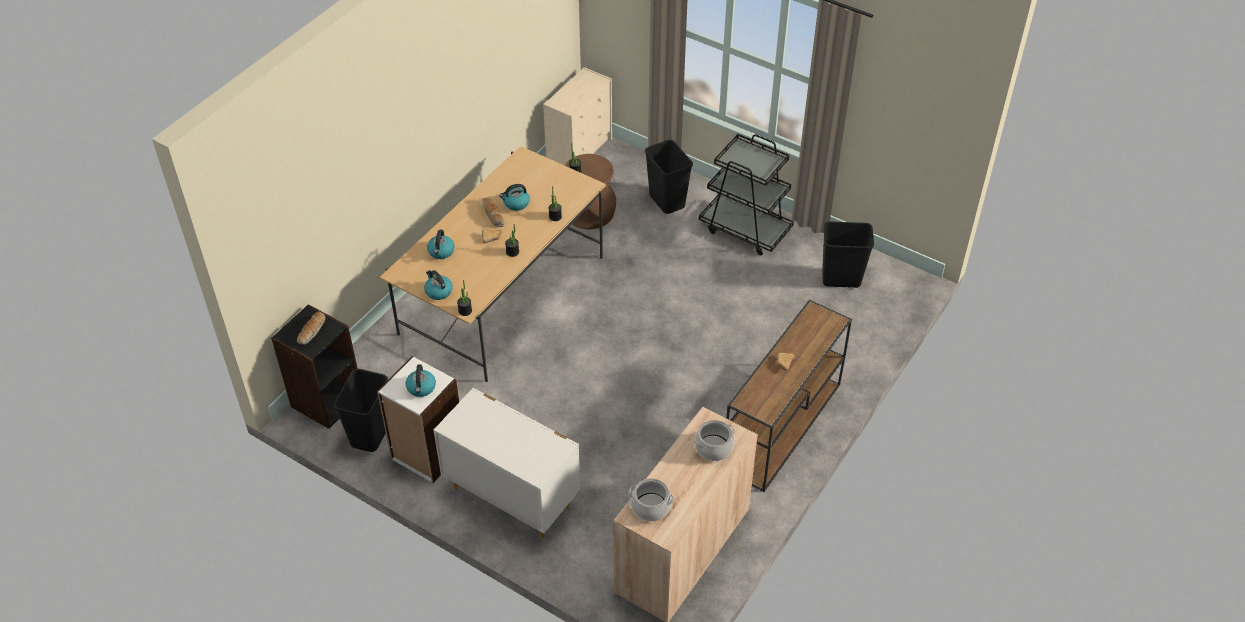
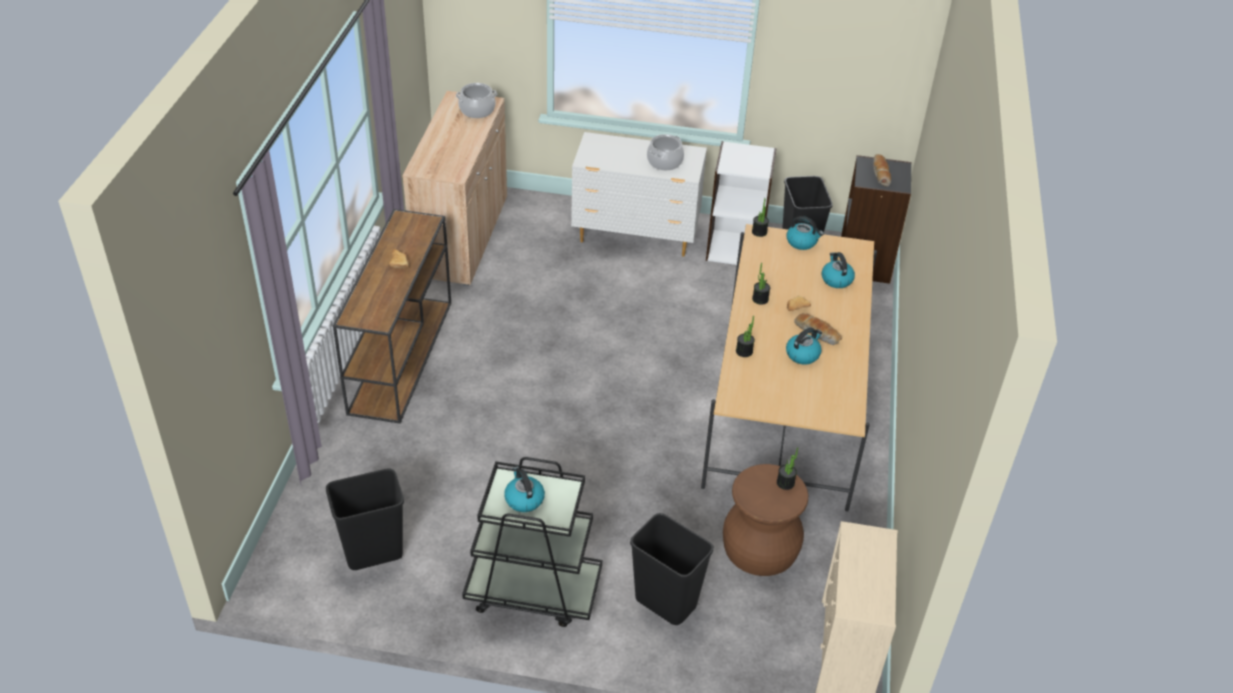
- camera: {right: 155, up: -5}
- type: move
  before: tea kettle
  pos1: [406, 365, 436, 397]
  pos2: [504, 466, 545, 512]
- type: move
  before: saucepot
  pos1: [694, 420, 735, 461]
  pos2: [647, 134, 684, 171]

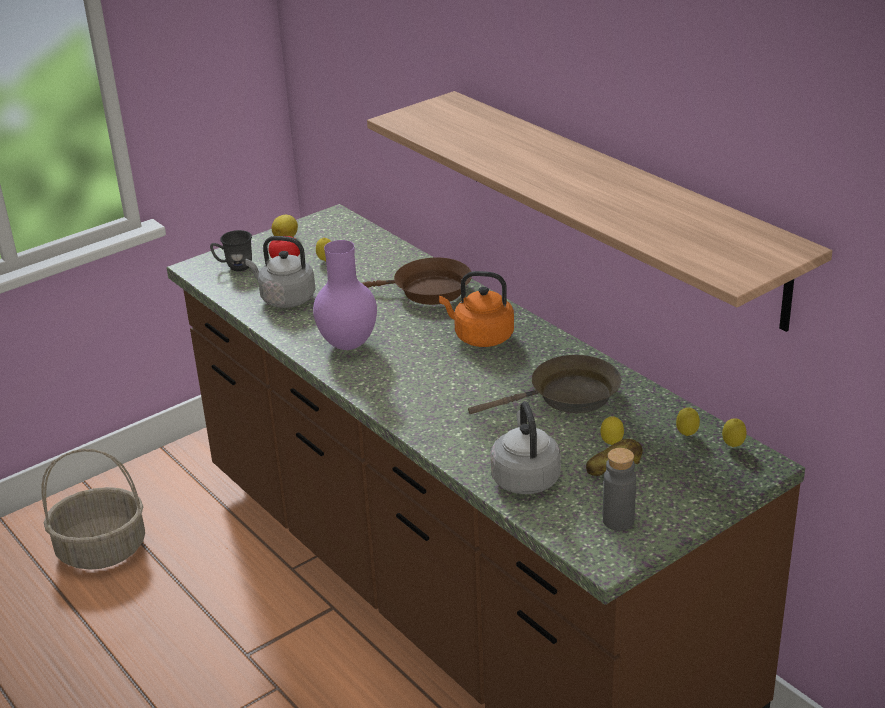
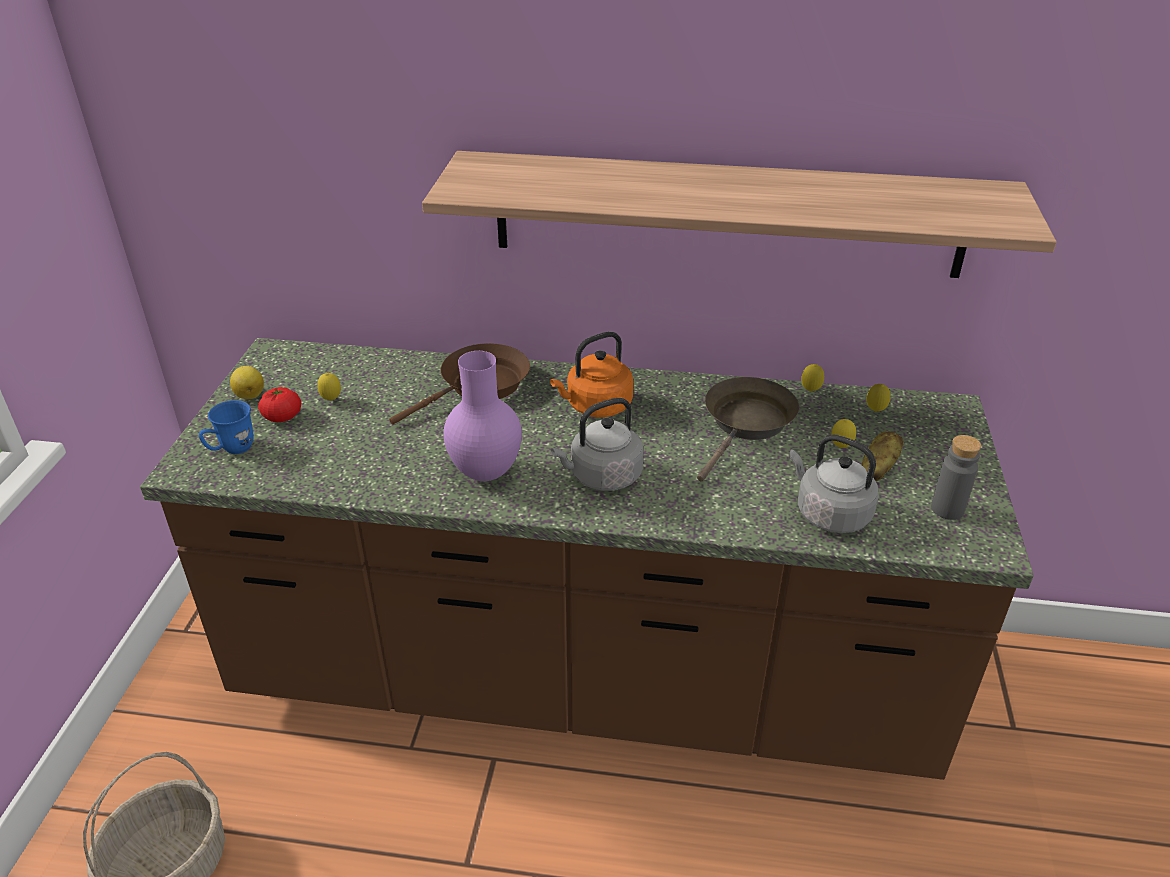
- camera: {right: -45, up: 5}
- type: recolor
  before: coffee mug in gray
  after: coffee mug in bluish
  pos1: [210, 230, 252, 271]
  pos2: [199, 400, 254, 454]
- type: move
  before: tea kettle in gray
  pos1: [245, 236, 316, 308]
  pos2: [551, 398, 644, 491]
- type: move
  before: lemon
  pos1: [722, 418, 746, 447]
  pos2: [801, 364, 824, 392]

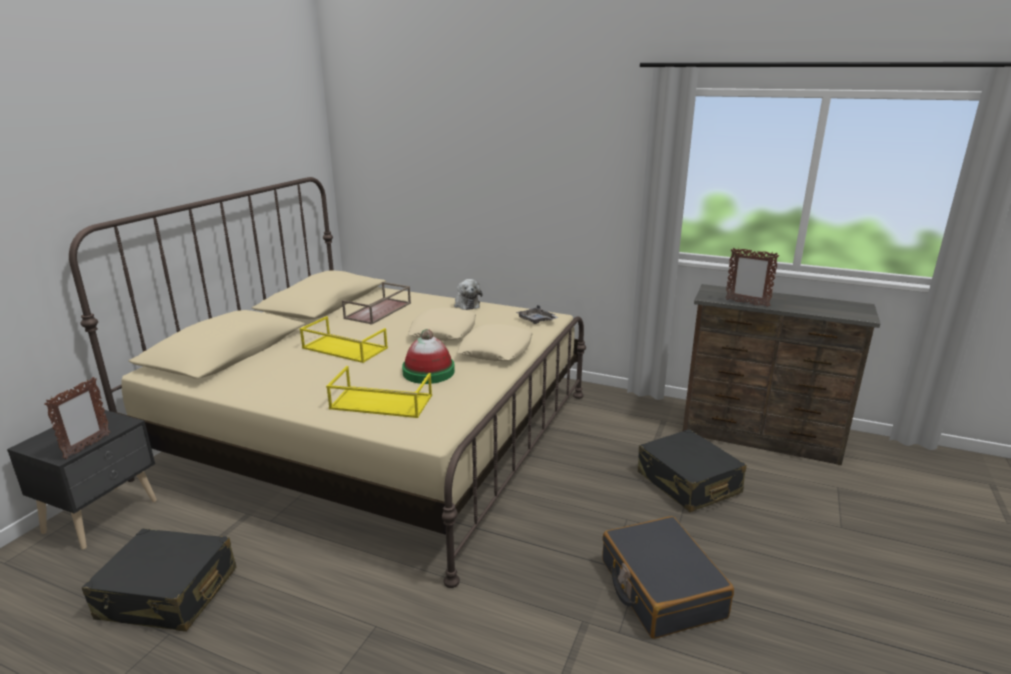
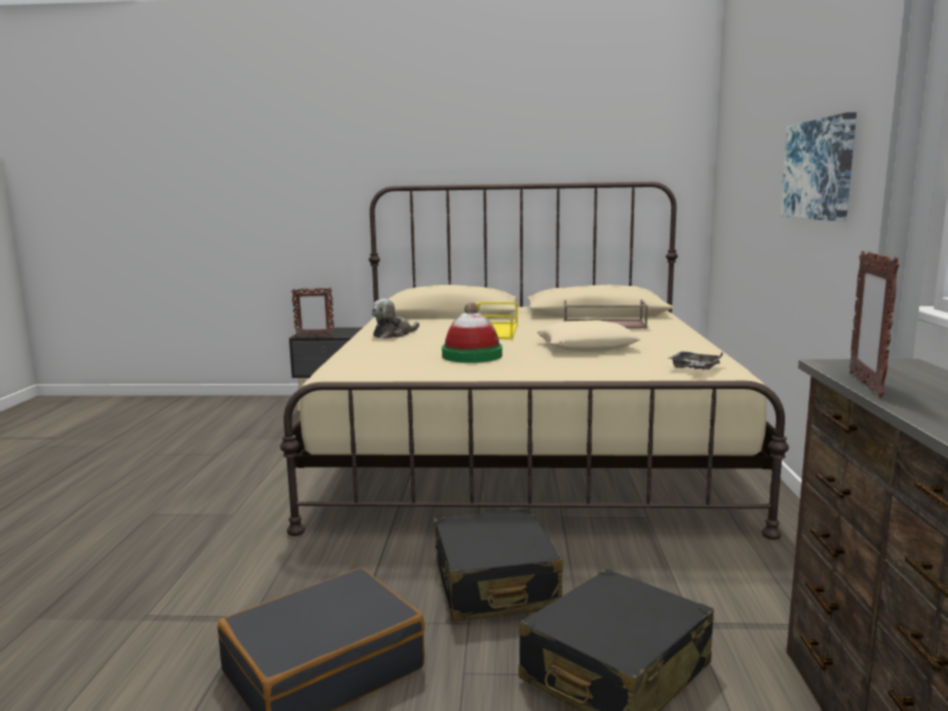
- camera: {right: 70, up: -10}
- type: move
  before: suitcase in blackish
  pos1: [81, 529, 236, 632]
  pos2: [434, 508, 563, 622]
- type: delete
  before: carrying tray in yellowish
  pos1: [326, 366, 432, 418]
- type: move
  before: soft toy
  pos1: [454, 279, 483, 310]
  pos2: [371, 299, 420, 339]
- type: delete
  before: pillow in beige
  pos1: [457, 324, 533, 361]
- type: insert
  after: picture
  pos2: [780, 112, 857, 221]

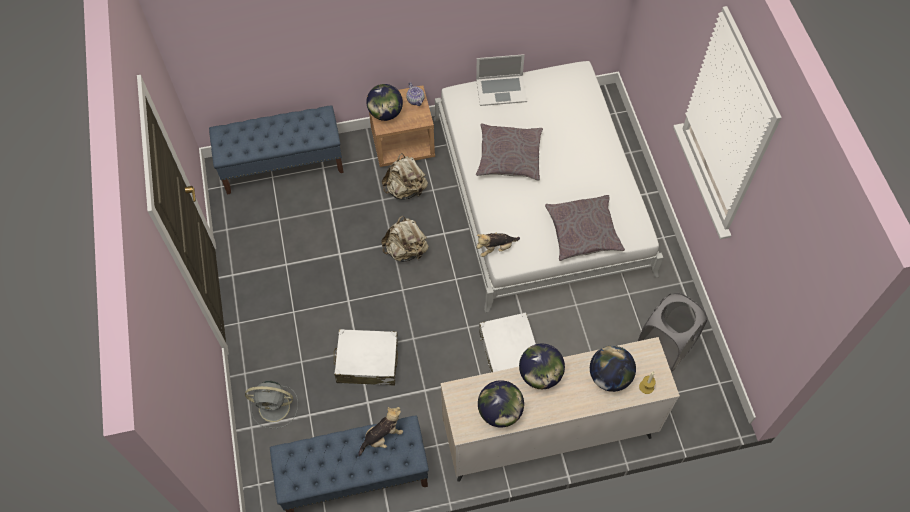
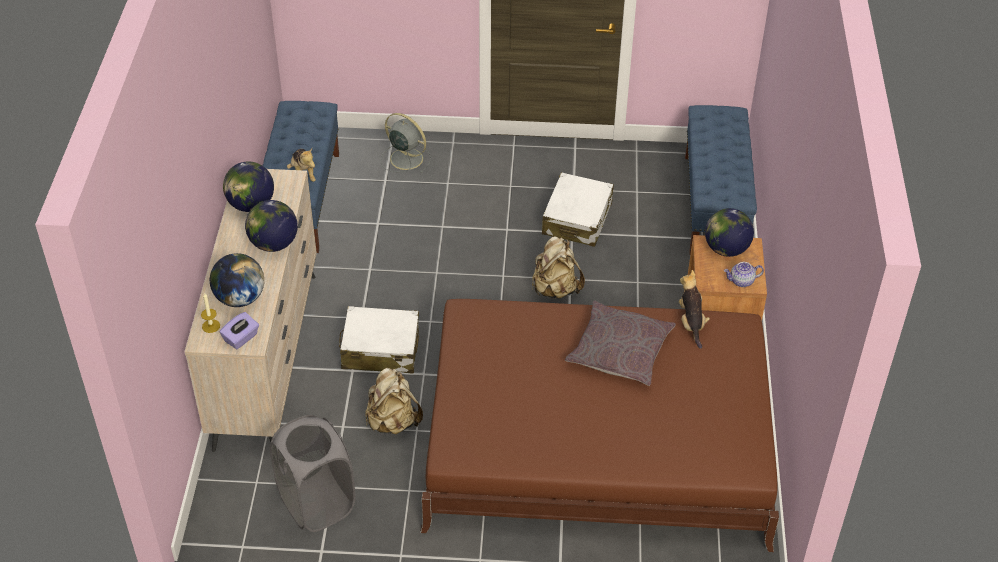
- camera: {right: 105, up: -15}
- type: rotate
  before: fan in gray
  pos1: [245, 381, 298, 429]
  pos2: [380, 113, 431, 173]
  turn: 105
- type: move
  before: suitcase in whitish
  pos1: [334, 329, 398, 385]
  pos2: [542, 172, 614, 247]
- type: move
  before: knapsack in beige
  pos1: [382, 153, 428, 200]
  pos2: [365, 368, 423, 434]
- type: recolor
  before: bedroom bed in whitish
  after: bedroom bed in brownish
  pos1: [434, 61, 663, 313]
  pos2: [420, 299, 779, 552]
- type: delete
  before: portable computer
  pos1: [476, 54, 527, 106]
- type: move
  before: soft toy
  pos1: [476, 233, 520, 257]
  pos2: [679, 270, 710, 349]
- type: delete
  before: pillow in gray
  pos1: [545, 195, 625, 261]
- type: insert
  after: tissue box in purplish
  pos2: [220, 312, 259, 349]

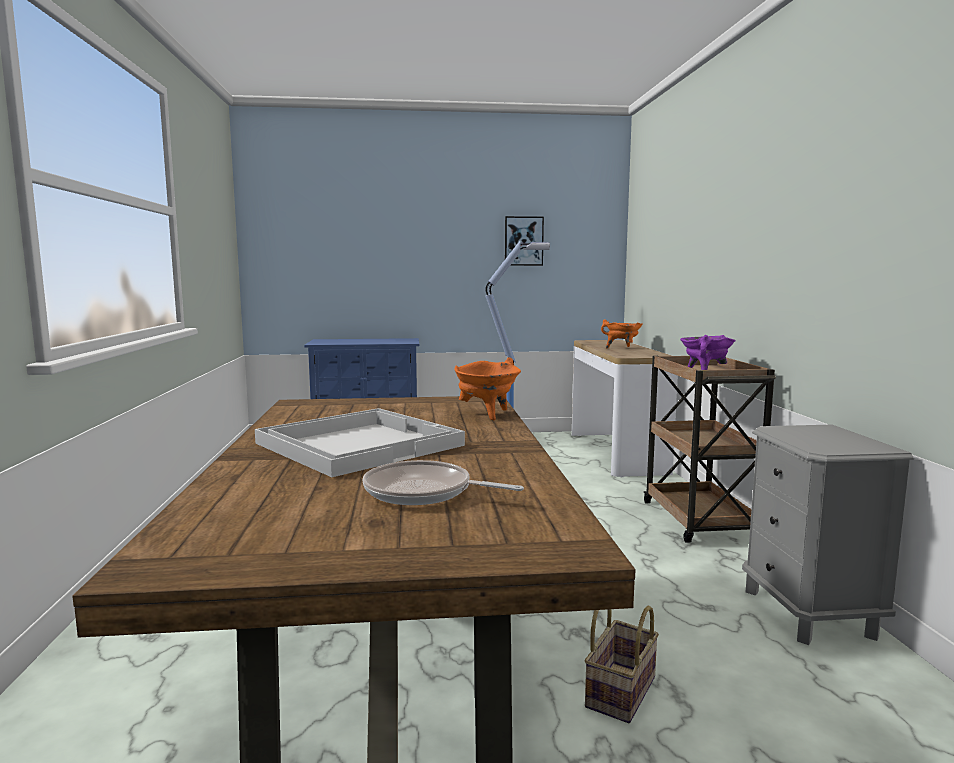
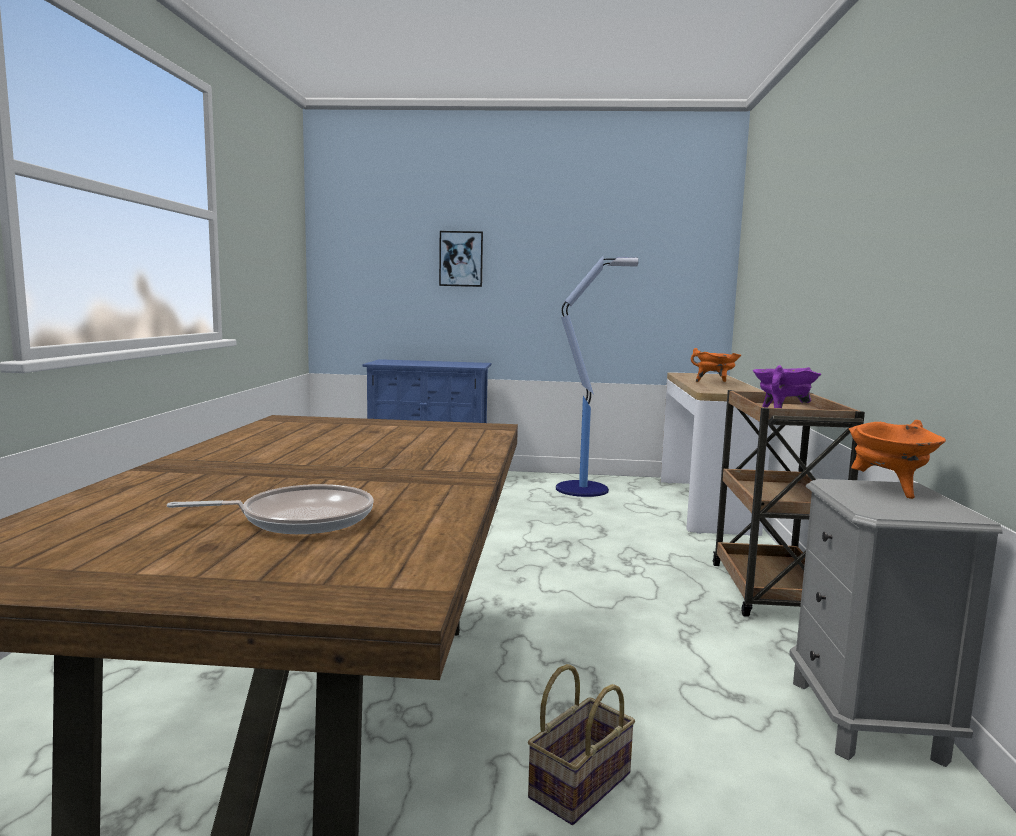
- camera: {right: 10, up: 0}
- type: delete
  before: carrying tray in whitish
  pos1: [255, 408, 465, 477]
- type: rotate
  before: skillet
  pos1: [363, 460, 524, 505]
  pos2: [167, 484, 374, 534]
  turn: 135
- type: move
  before: saucepot in orangey
  pos1: [454, 358, 521, 420]
  pos2: [848, 420, 946, 499]
- type: move
  before: picture
  pos1: [505, 216, 544, 266]
  pos2: [439, 231, 483, 287]

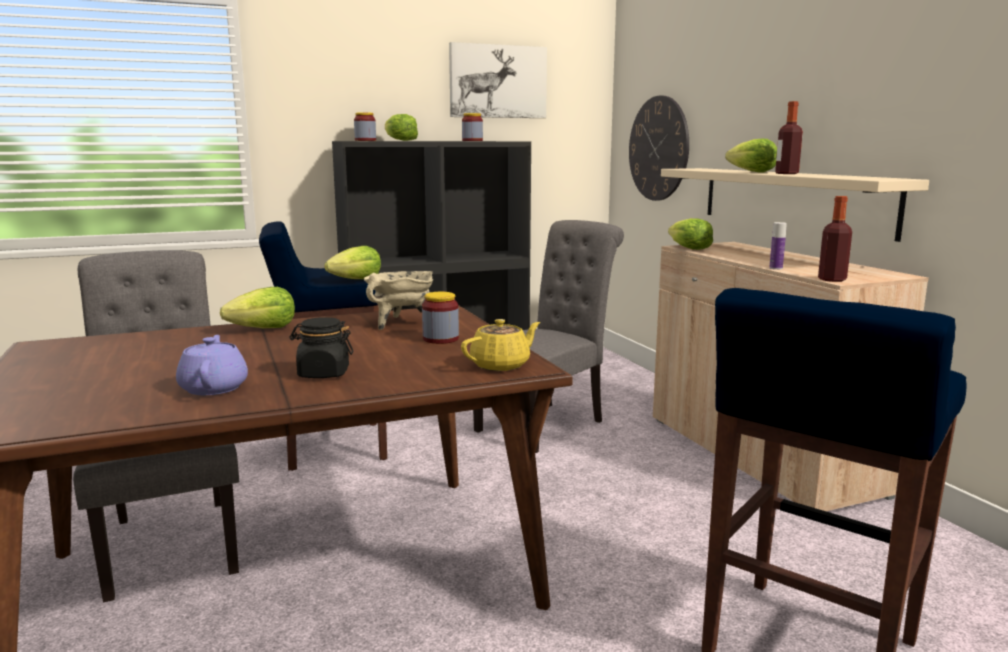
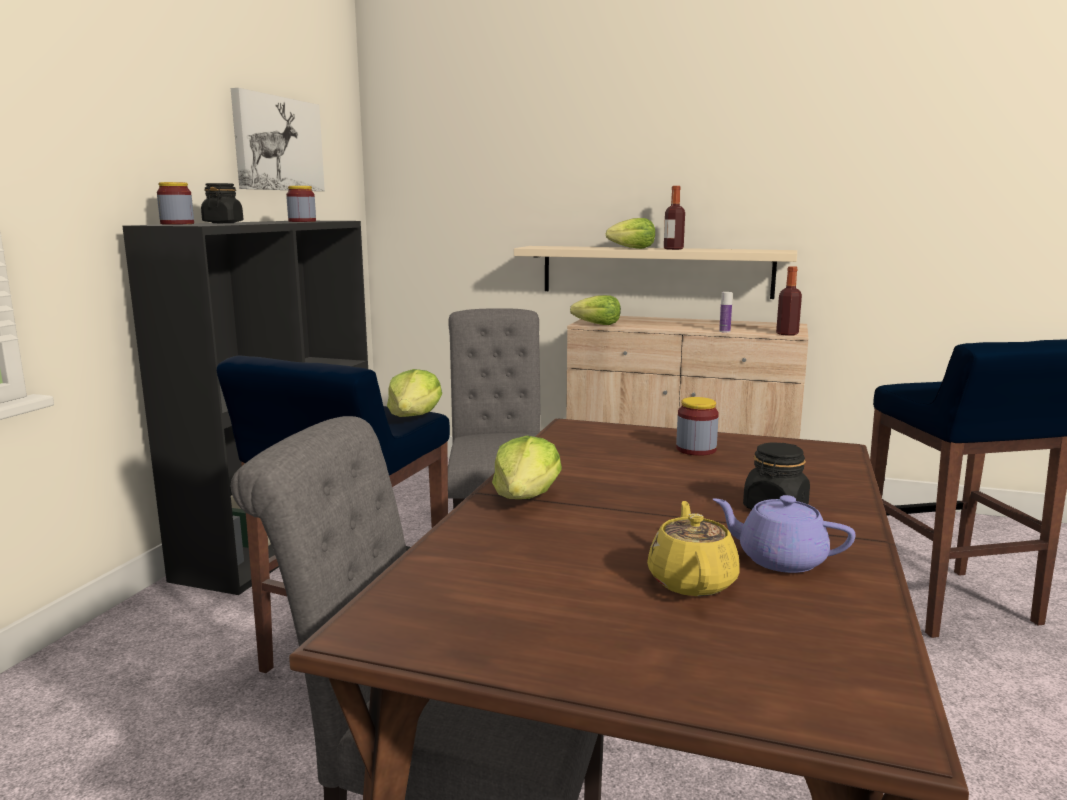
- camera: {right: -50, up: 0}
- type: delete
  before: saucepot in beige
  pos1: [364, 271, 434, 330]
- type: replace
  before: lettuce head
  after: storage jar in blackish
  pos1: [385, 114, 418, 141]
  pos2: [201, 183, 243, 223]
- type: move
  before: pot for tea in yellowish
  pos1: [461, 319, 540, 371]
  pos2: [647, 501, 740, 596]
- type: delete
  before: wall clock
  pos1: [629, 95, 689, 201]

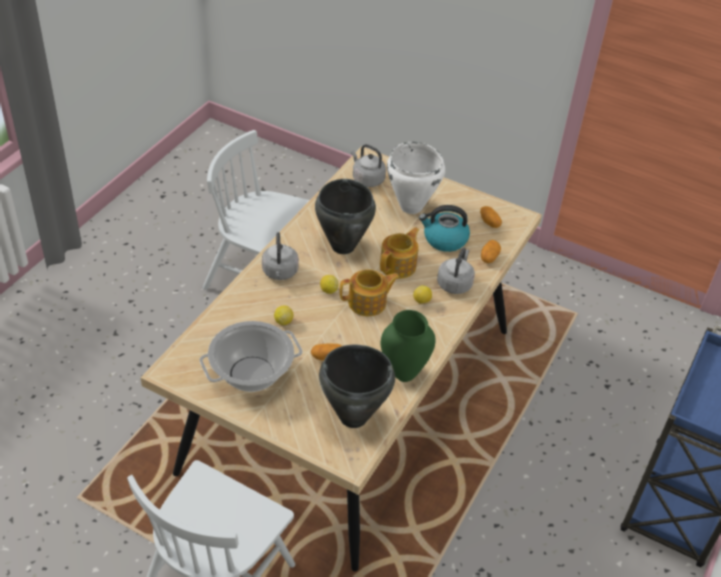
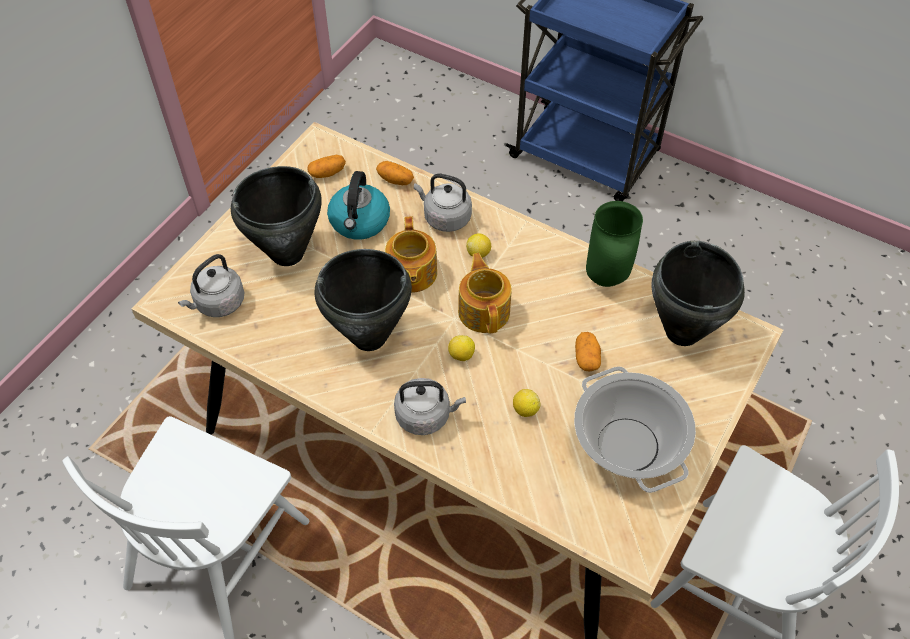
- camera: {right: -85, up: 10}
- type: rotate
  before: pot for tea
  pos1: [380, 227, 419, 279]
  pos2: [385, 216, 437, 293]
  turn: -135
- type: recolor
  before: saucepot in whitish
  after: saucepot in blackish
  pos1: [387, 142, 445, 214]
  pos2: [231, 166, 322, 266]

